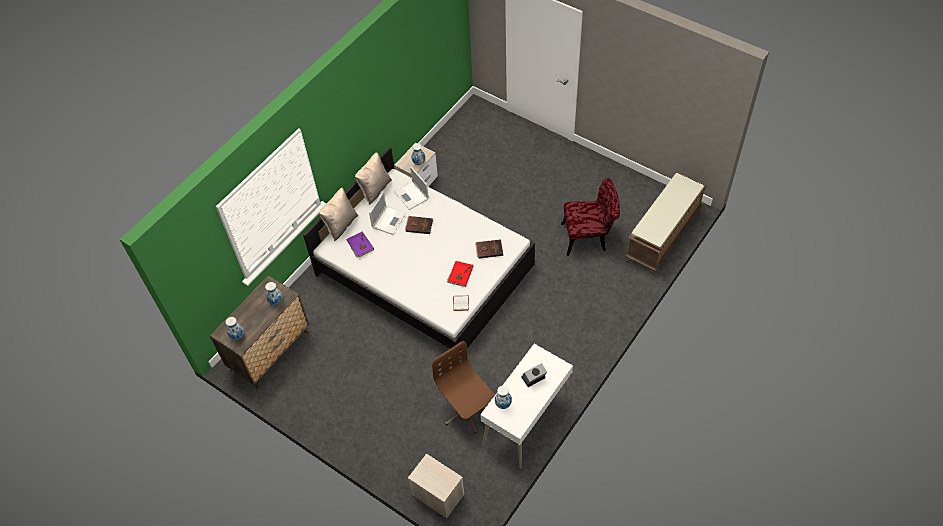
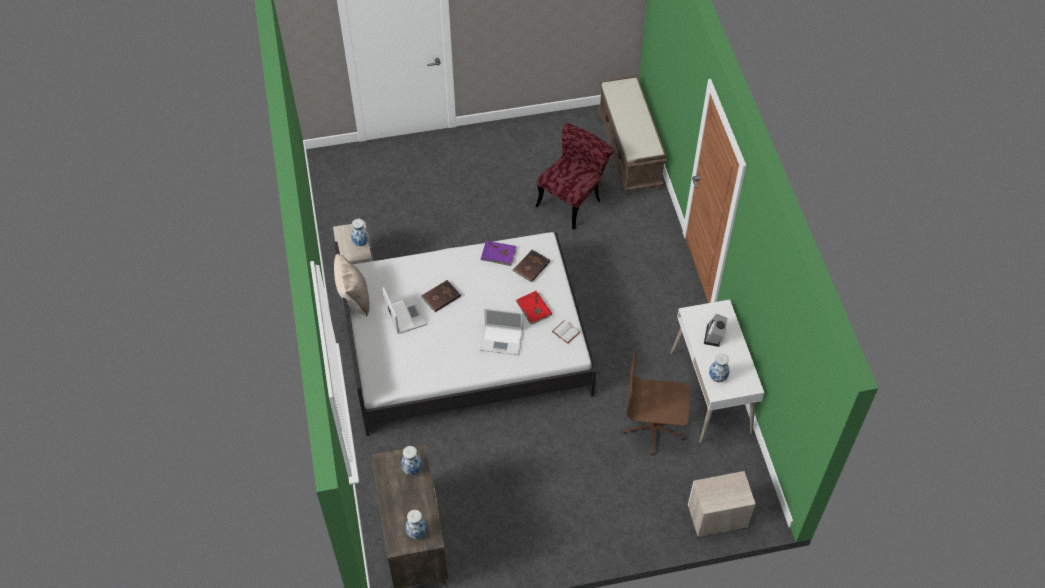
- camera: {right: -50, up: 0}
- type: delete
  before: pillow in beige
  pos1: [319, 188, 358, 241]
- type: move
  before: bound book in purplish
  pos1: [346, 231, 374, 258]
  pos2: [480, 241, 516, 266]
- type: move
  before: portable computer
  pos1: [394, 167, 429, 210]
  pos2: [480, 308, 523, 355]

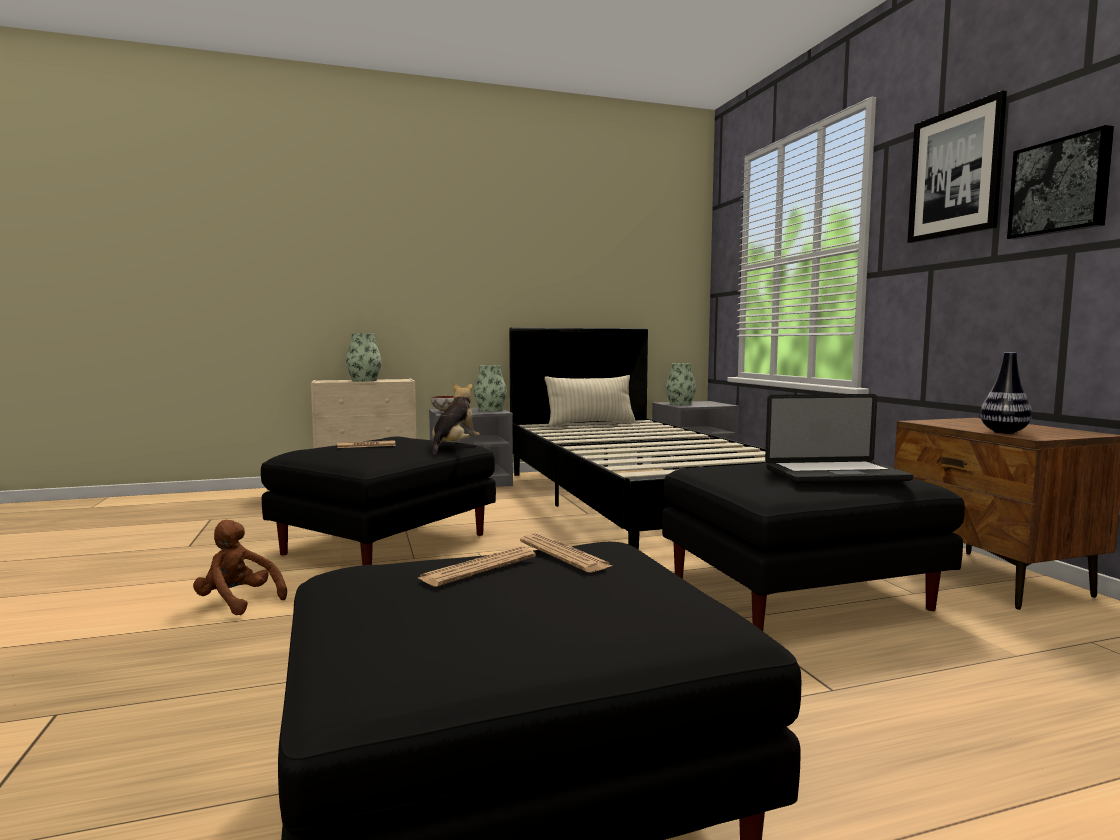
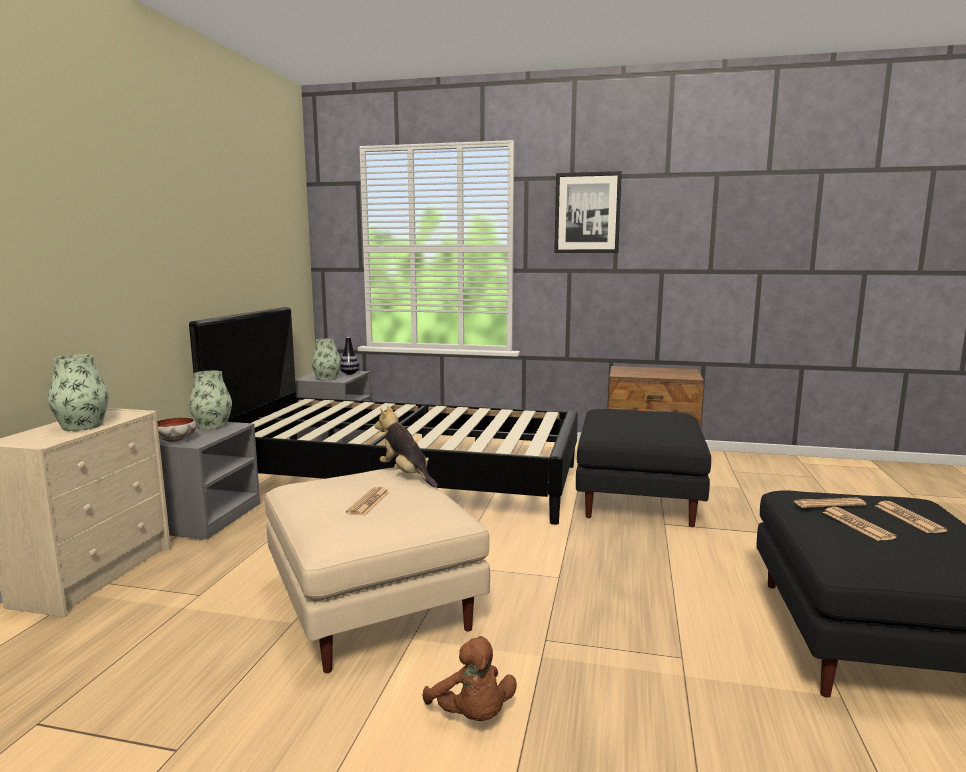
- camera: {right: -60, up: 5}
- type: rotate
  before: soft toy in brownish
  pos1: [193, 520, 287, 615]
  pos2: [422, 636, 517, 721]
  turn: -90
- type: recolor
  before: footrest in blackish
  after: footrest in beige
  pos1: [261, 437, 496, 565]
  pos2: [265, 467, 490, 673]
- type: delete
  before: pillow in beige
  pos1: [544, 375, 636, 427]
- type: delete
  before: portable computer
  pos1: [765, 394, 913, 483]
- type: move
  before: flower vase
  pos1: [980, 352, 1032, 434]
  pos2: [340, 337, 360, 375]
- type: delete
  before: picture
  pos1: [1007, 125, 1114, 239]
- type: insert
  after: printed paper
  pos2: [875, 501, 947, 533]

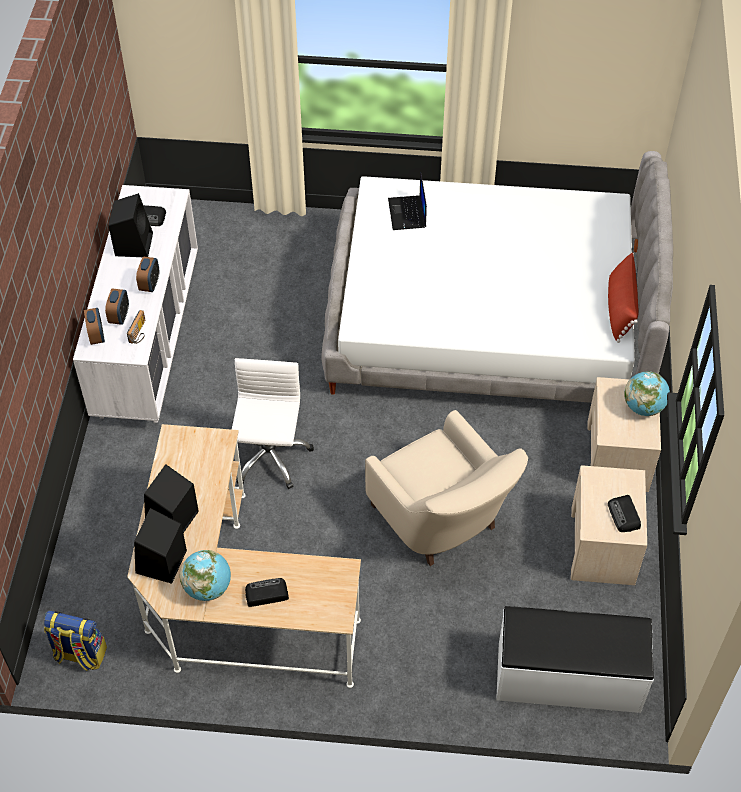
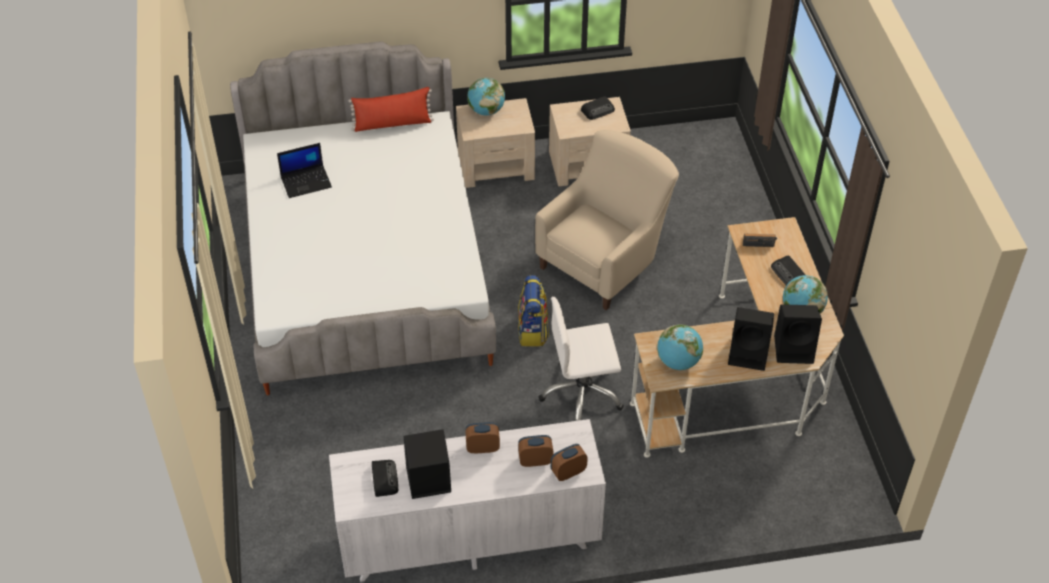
- camera: {right: -105, up: -5}
- type: move
  before: knapsack
  pos1: [44, 610, 107, 671]
  pos2: [518, 275, 549, 347]
- type: move
  before: radio receiver
  pos1: [127, 310, 145, 344]
  pos2: [743, 234, 777, 247]
- type: move
  before: portable computer
  pos1: [388, 172, 427, 230]
  pos2: [277, 143, 332, 198]
- type: delete
  before: indoor bench in whitish
  pos1: [496, 606, 654, 713]
- type: insert
  after: desk globe
  pos2: [657, 324, 703, 370]

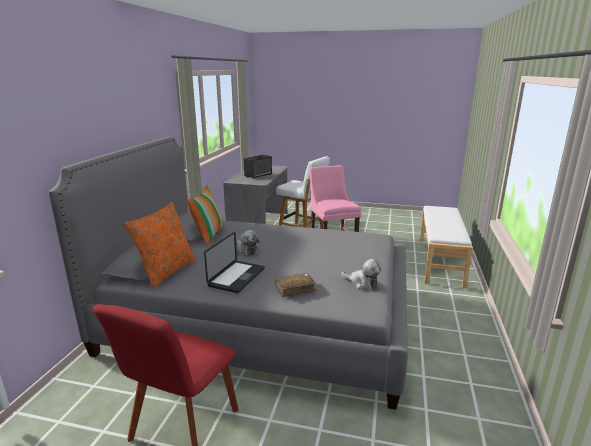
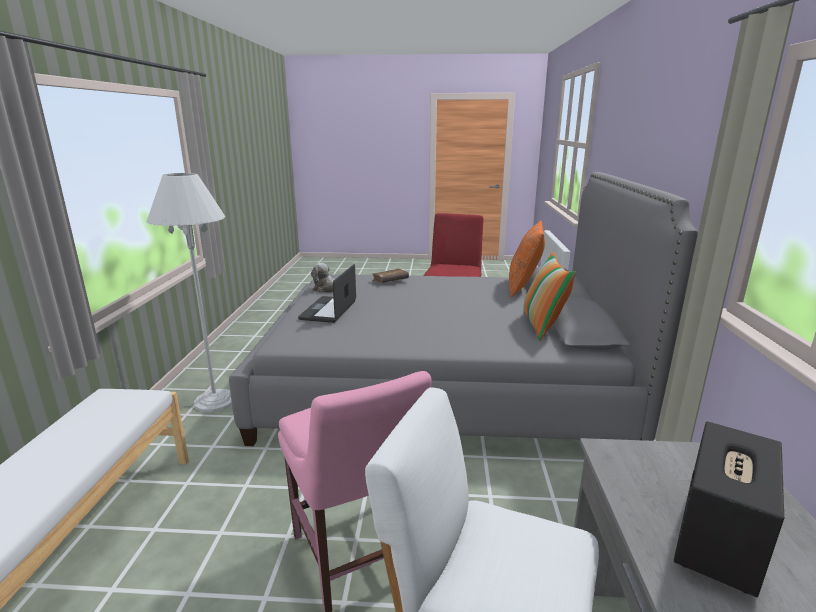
- camera: {right: 170, up: 0}
- type: move
  before: portable computer
  pos1: [204, 232, 265, 293]
  pos2: [298, 264, 356, 323]
- type: delete
  before: soft toy
  pos1: [237, 230, 260, 256]
- type: insert
  after: standard lamp in whitish
  pos2: [146, 173, 232, 412]

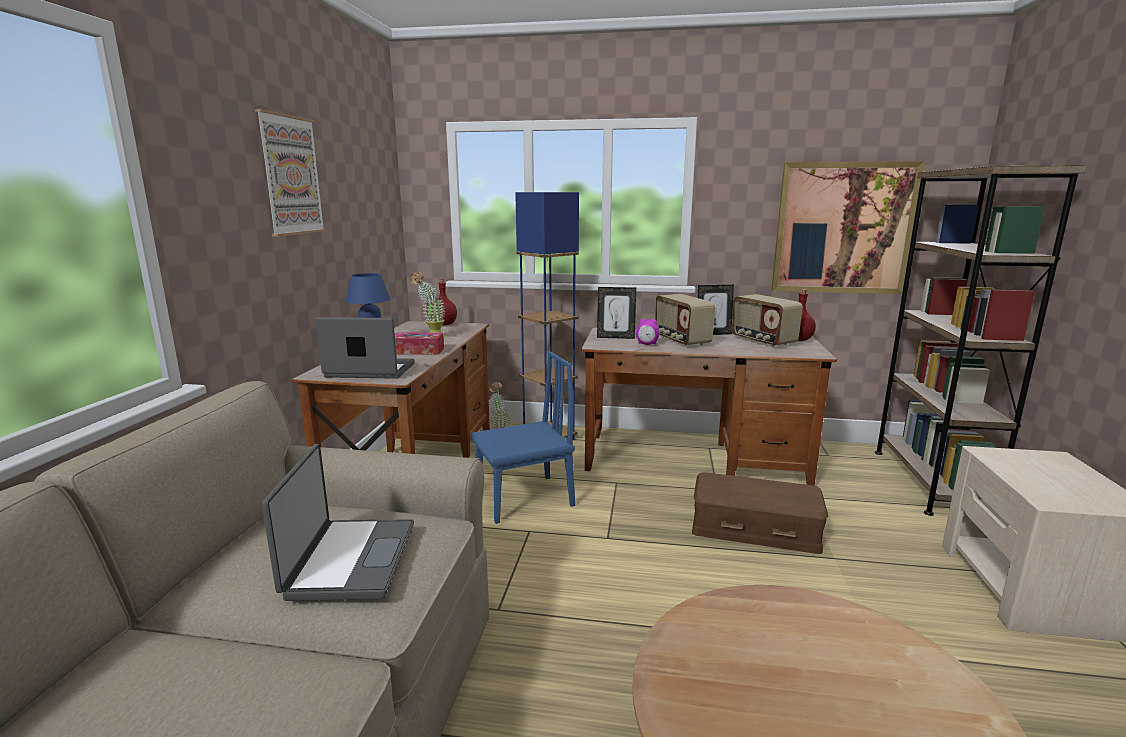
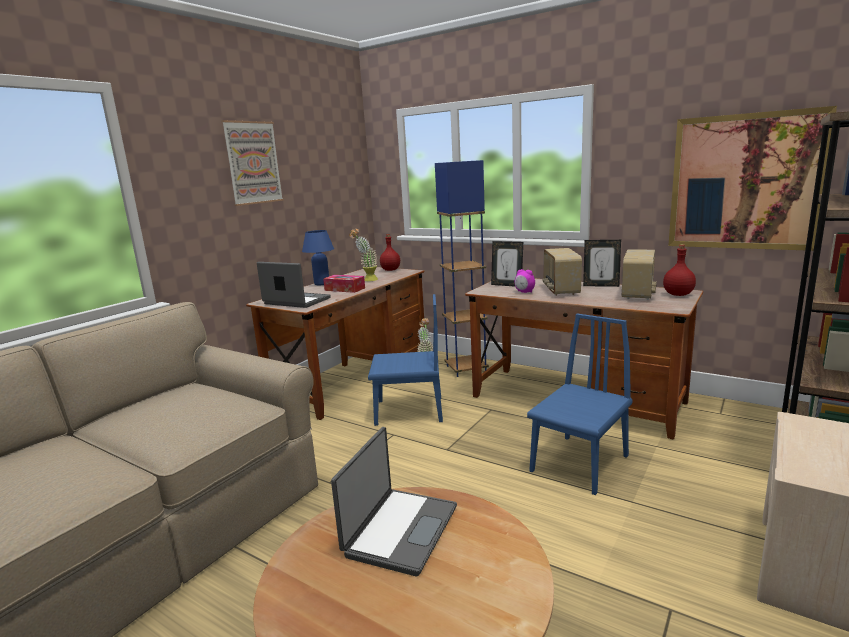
- camera: {right: 25, up: 0}
- type: move
  before: portable computer
  pos1: [262, 444, 414, 601]
  pos2: [331, 427, 457, 576]
- type: replace
  before: storage box in brownish
  after: plain chair in bluish
  pos1: [692, 472, 828, 554]
  pos2: [527, 313, 633, 495]
- type: rotate
  before: radio receiver
  pos1: [732, 294, 803, 347]
  pos2: [622, 249, 657, 300]
  turn: -150

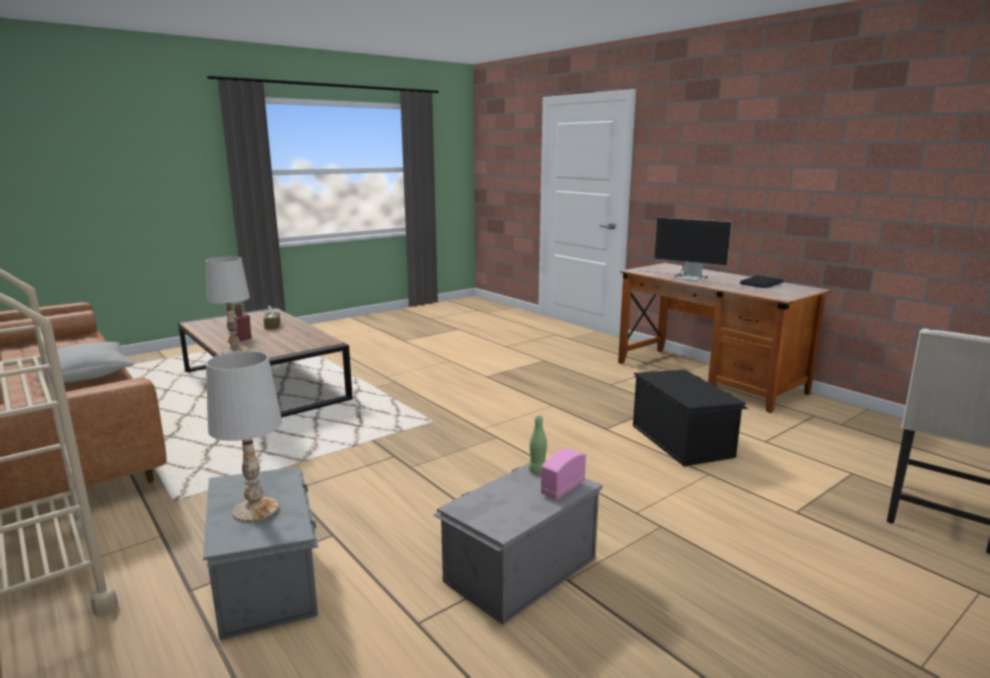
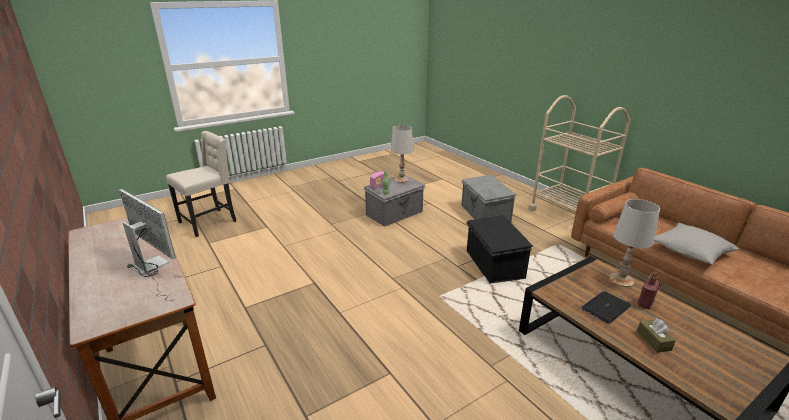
- camera: {right: -175, up: 10}
- type: move
  before: lamp for a table in whitish
  pos1: [206, 351, 282, 522]
  pos2: [391, 125, 414, 183]
- type: move
  before: storage box in blackish
  pos1: [633, 370, 748, 466]
  pos2: [466, 215, 533, 284]
- type: move
  before: portable computer
  pos1: [740, 276, 784, 288]
  pos2: [581, 291, 631, 323]

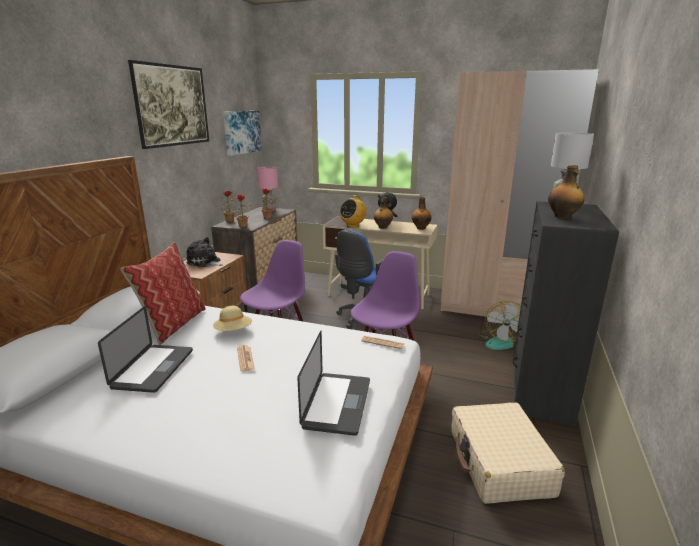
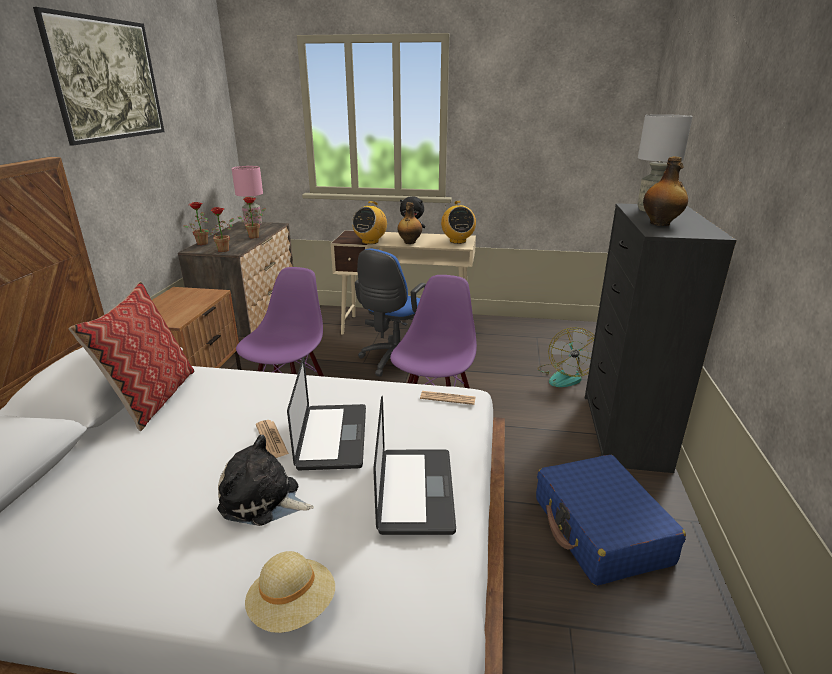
- camera: {right: -10, up: 5}
- type: move
  before: portable computer
  pos1: [98, 306, 193, 393]
  pos2: [287, 357, 366, 470]
- type: move
  before: soft toy
  pos1: [186, 237, 223, 268]
  pos2: [217, 435, 314, 526]
- type: move
  before: clothing hat in beige
  pos1: [213, 306, 252, 331]
  pos2: [245, 551, 335, 633]
- type: delete
  before: picture
  pos1: [223, 111, 262, 156]
- type: replace
  before: bottle
  after: radio receiver
  pos1: [412, 197, 431, 230]
  pos2: [441, 201, 476, 244]
- type: delete
  before: armoire in beige
  pos1: [440, 69, 599, 321]
- type: recolor
  before: suitcase in beige
  after: suitcase in bluish
  pos1: [451, 403, 565, 504]
  pos2: [536, 455, 686, 586]

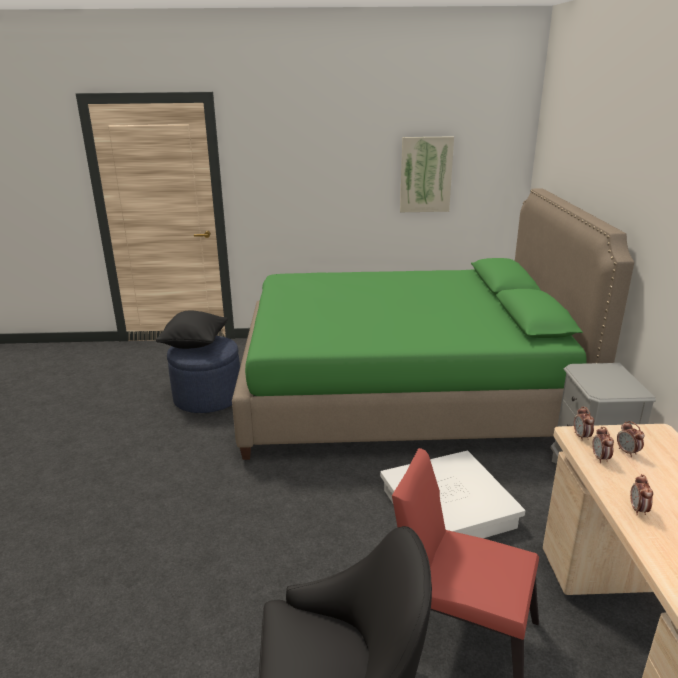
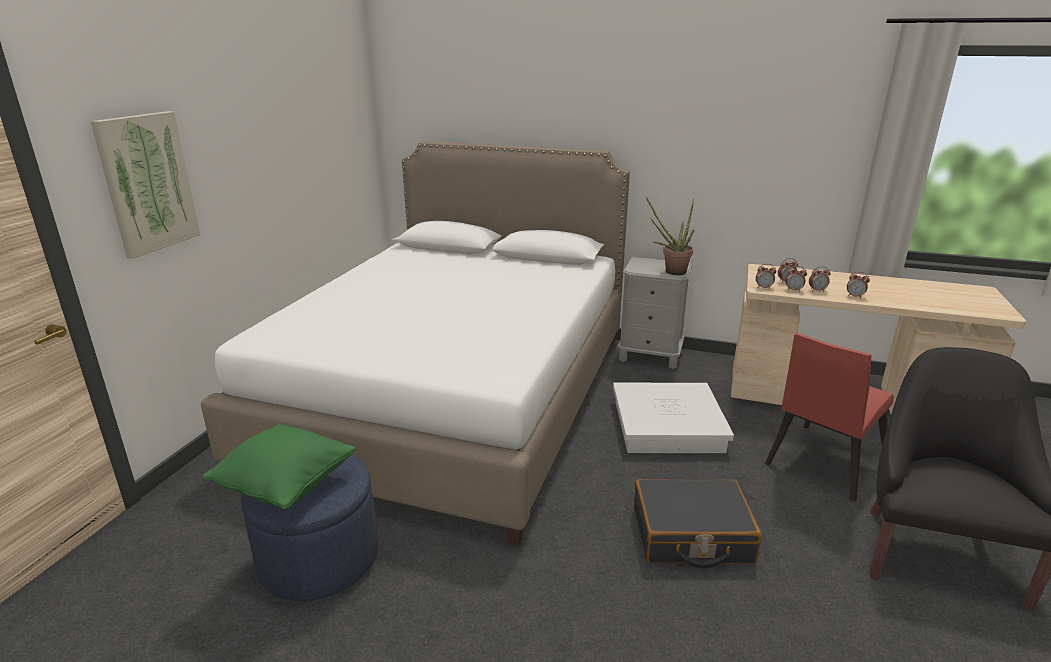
- camera: {right: -70, up: 0}
- type: recolor
  before: pillow in blackish
  after: pillow in green
  pos1: [156, 310, 228, 349]
  pos2: [203, 424, 356, 509]
- type: recolor
  before: bedroom bed in green
  after: bedroom bed in whitish
  pos1: [232, 188, 634, 460]
  pos2: [201, 141, 630, 546]
- type: move
  before: picture
  pos1: [400, 136, 454, 212]
  pos2: [91, 111, 200, 259]
- type: insert
  after: suitcase in blackish
  pos2: [634, 479, 762, 568]
- type: insert
  after: houseplant
  pos2: [646, 197, 694, 275]
- type: insert
  after: alarm clock
  pos2: [809, 266, 831, 292]

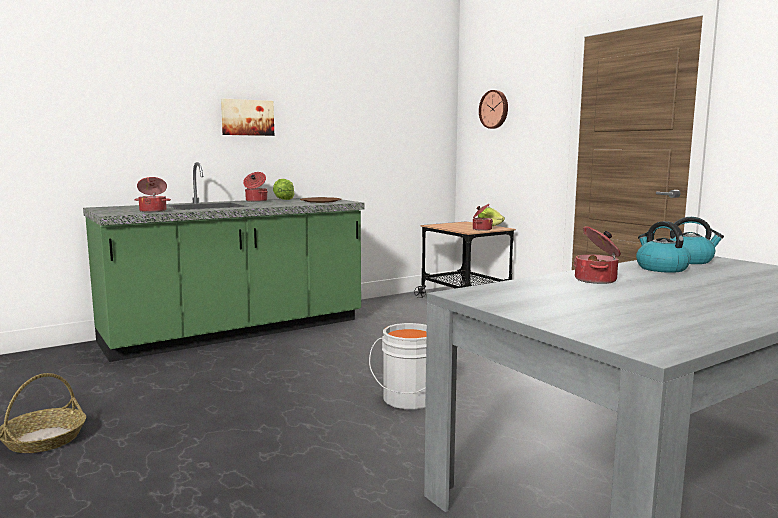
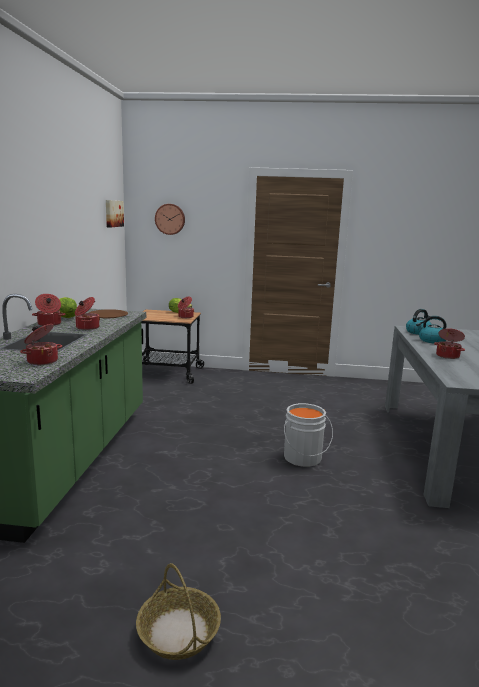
- camera: {right: -50, up: 5}
- type: move
  before: picture
  pos1: [221, 99, 274, 136]
  pos2: [106, 200, 124, 227]
- type: insert
  after: saucepot
  pos2: [75, 297, 100, 330]

